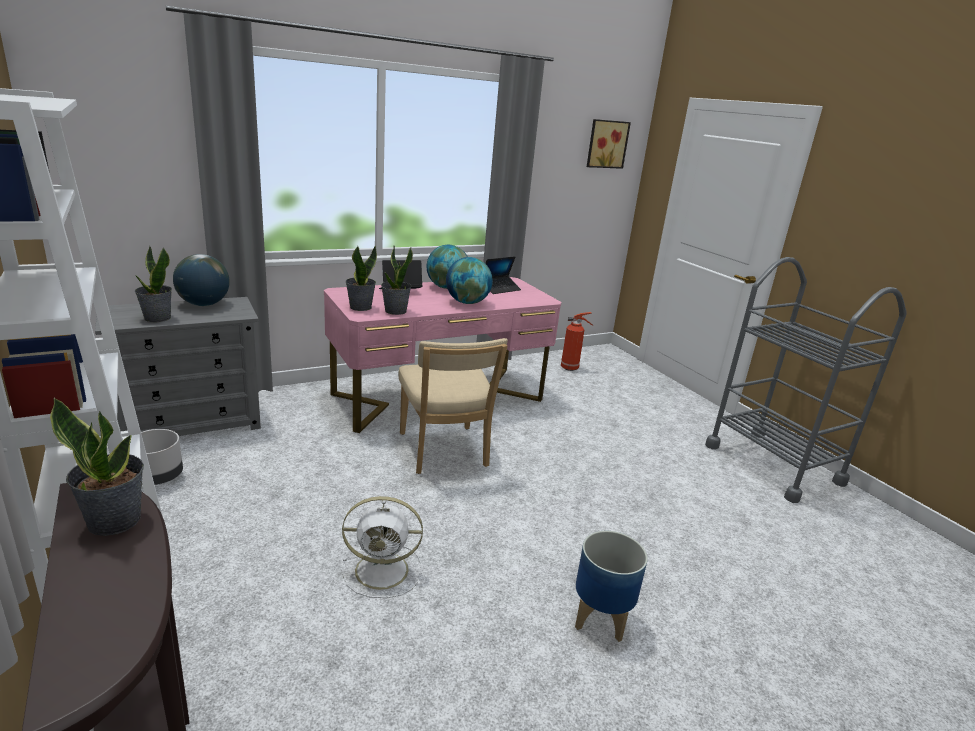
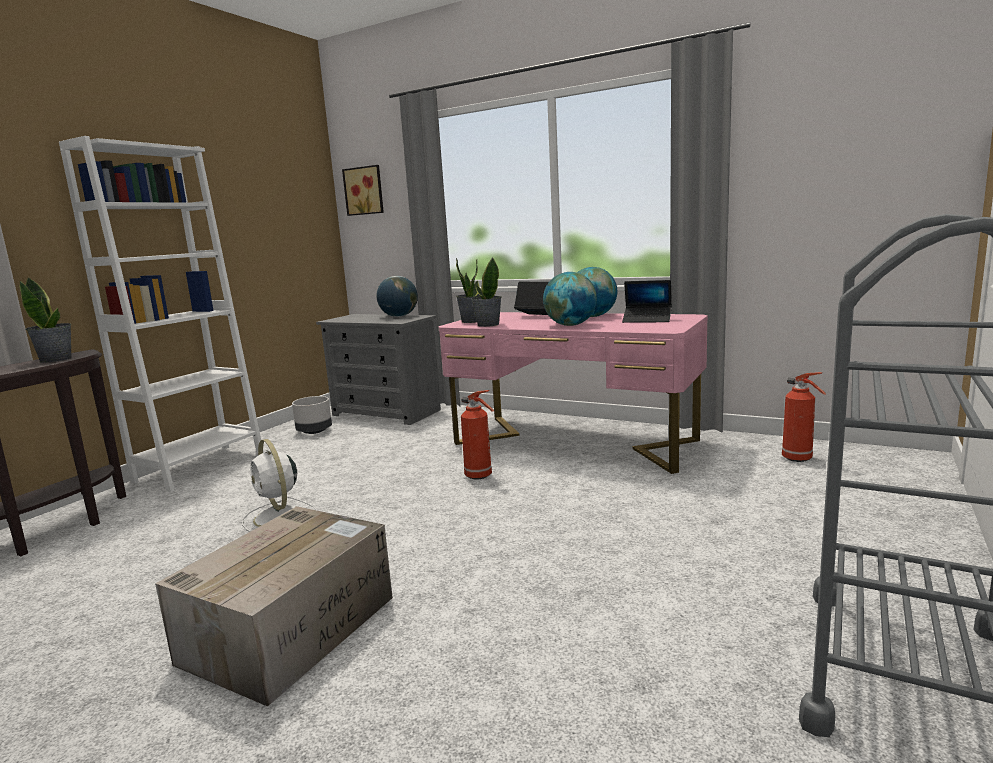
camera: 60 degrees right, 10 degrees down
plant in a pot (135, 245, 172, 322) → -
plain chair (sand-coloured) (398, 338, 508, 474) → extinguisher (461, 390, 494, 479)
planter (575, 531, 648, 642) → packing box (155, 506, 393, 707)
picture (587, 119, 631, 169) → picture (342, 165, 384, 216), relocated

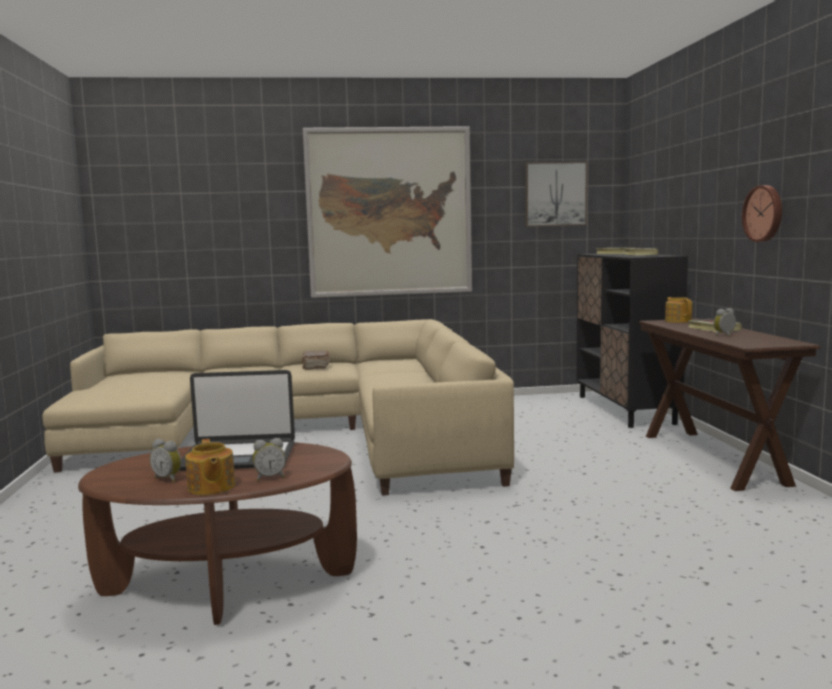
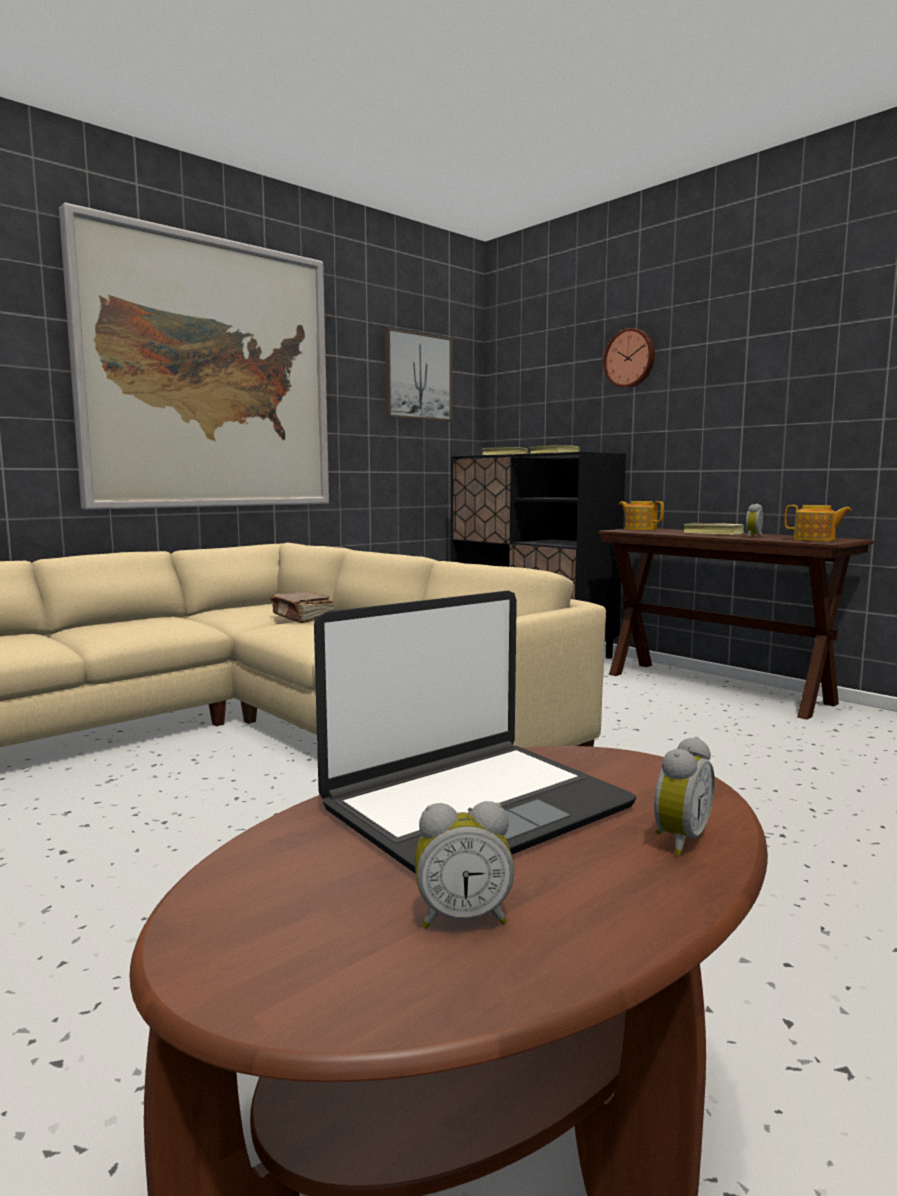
camera: 35 degrees left, 0 degrees up
tea pot (185, 439, 235, 495) → tea pot (785, 505, 852, 541), relocated
volume (brown-coloured) (302, 351, 329, 370) → volume (brown-coloured) (270, 592, 334, 623), relocated
hanging clock (742, 185, 782, 242) → hanging clock (603, 328, 655, 388), relocated

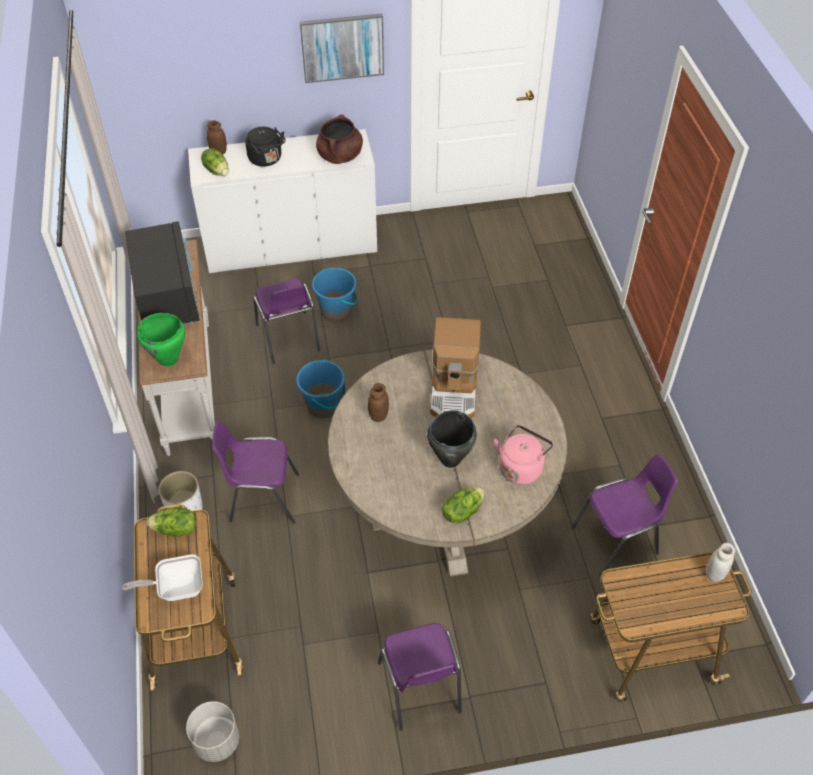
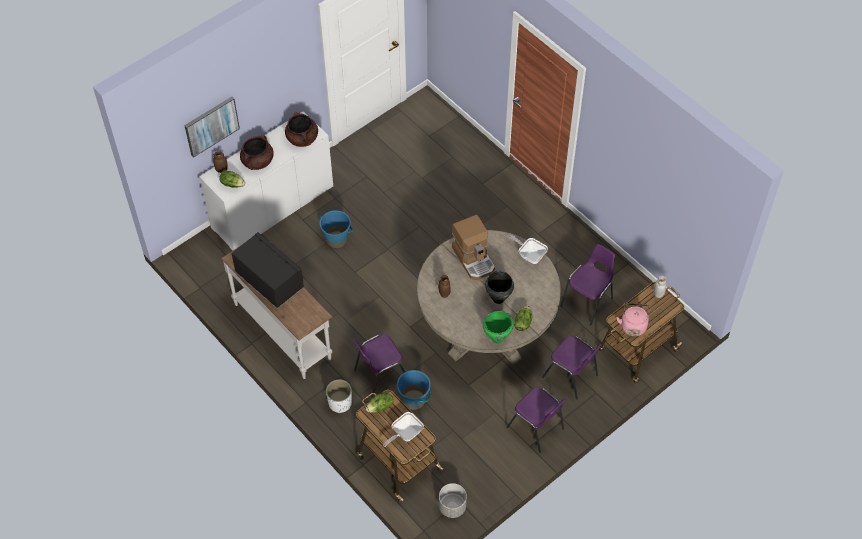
camera: 30 degrees left, 5 degrees up
stockpot (green) (137, 313, 185, 366) → stockpot (green) (483, 311, 514, 343), relocated
tea kettle (black) (245, 127, 286, 167) → stockpot (brown-coloured) (240, 135, 274, 170)
plain chair (purplish) (253, 279, 320, 364) → plain chair (purplish) (542, 336, 602, 400), relocated
water bucket (blue-coloured) (296, 359, 346, 418) → water bucket (blue-coloured) (397, 370, 431, 410), relocated
picture (300, 13, 384, 83) → picture (184, 97, 240, 158), relocated
tea kettle (pinkish) (494, 425, 553, 485) → tea kettle (pinkish) (616, 303, 649, 336), relocated
- → skillet (508, 235, 548, 264)

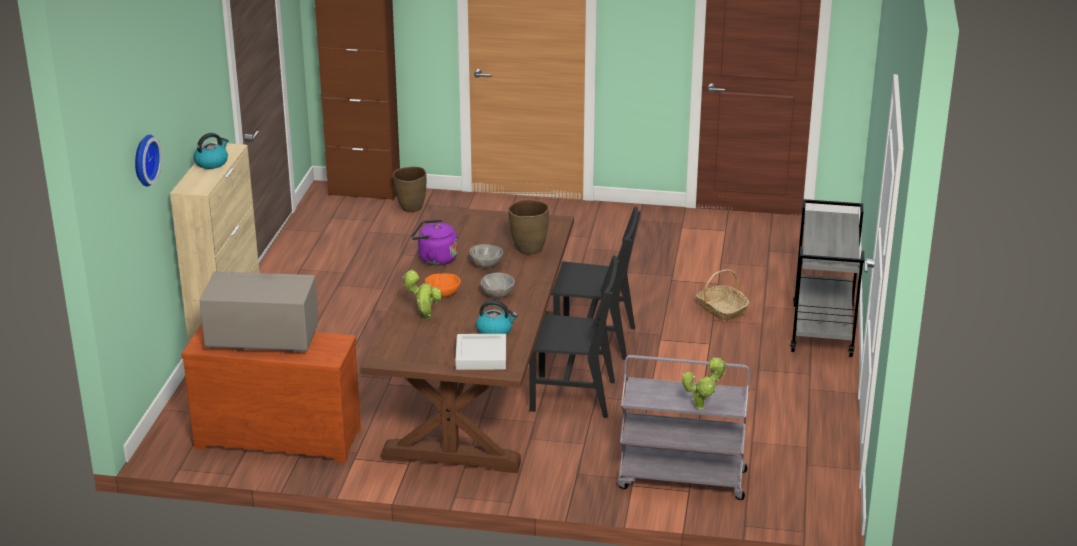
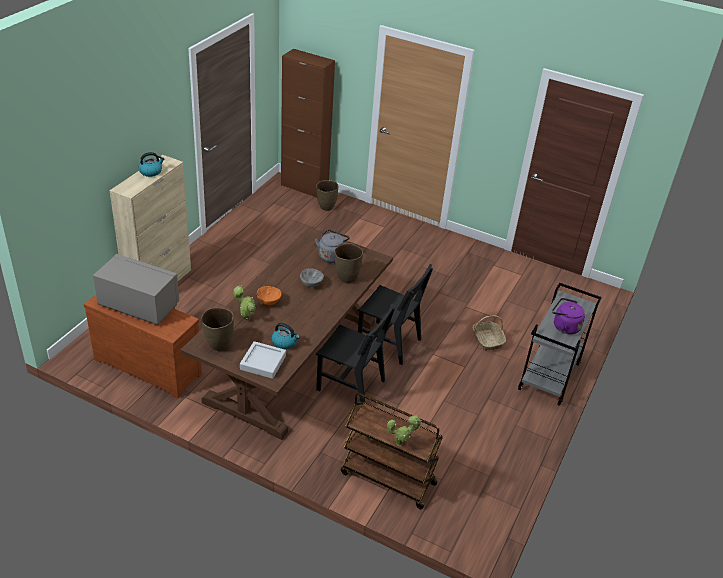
camera: 15 degrees right, 10 degrees up
hanging clock (135, 135, 162, 187) → -
tea kettle (purplish) (411, 219, 458, 265) → tea kettle (purplish) (552, 298, 585, 334), relocated
deep dish (gray) (481, 273, 515, 298) → -
wheeled cart (gray) (617, 355, 750, 500) → wheeled cart (brown-coloured) (341, 393, 443, 509)
- → decorative vase (brown-coloured) (201, 308, 234, 351)
- → tea kettle (gray) (315, 230, 350, 263)

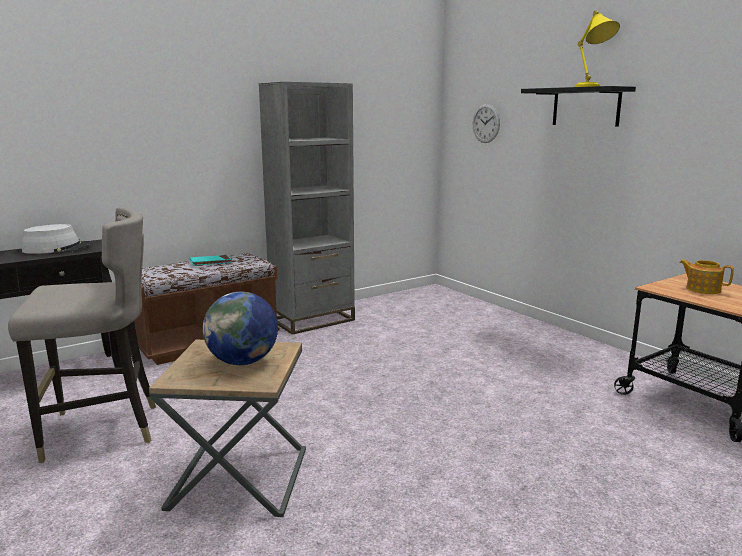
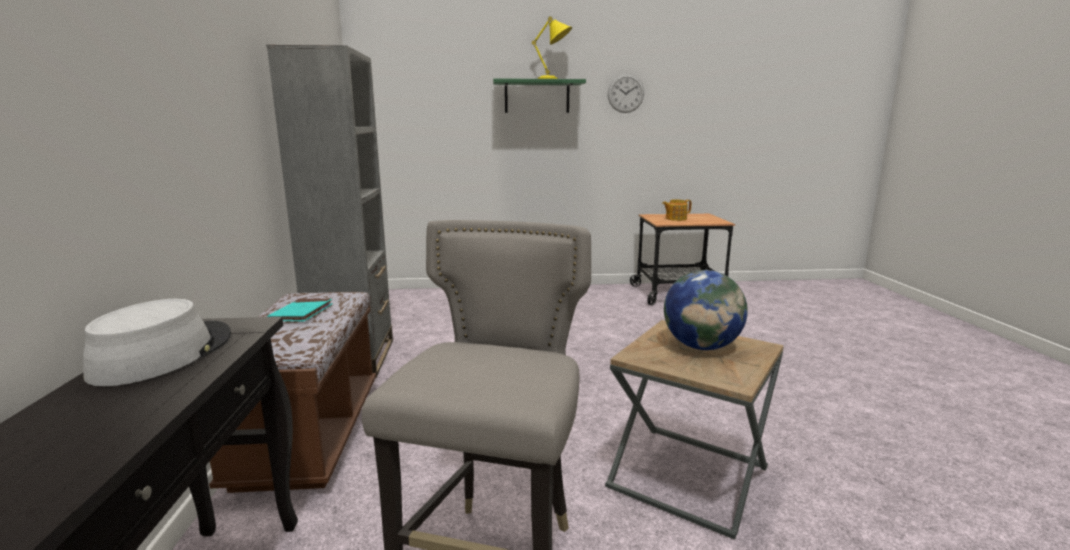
camera: 60 degrees left, 0 degrees up
hanging clock (473, 104, 500, 143) → hanging clock (608, 74, 644, 113), relocated
wall shelf (black) (521, 86, 636, 127) → wall shelf (green) (493, 78, 586, 113)

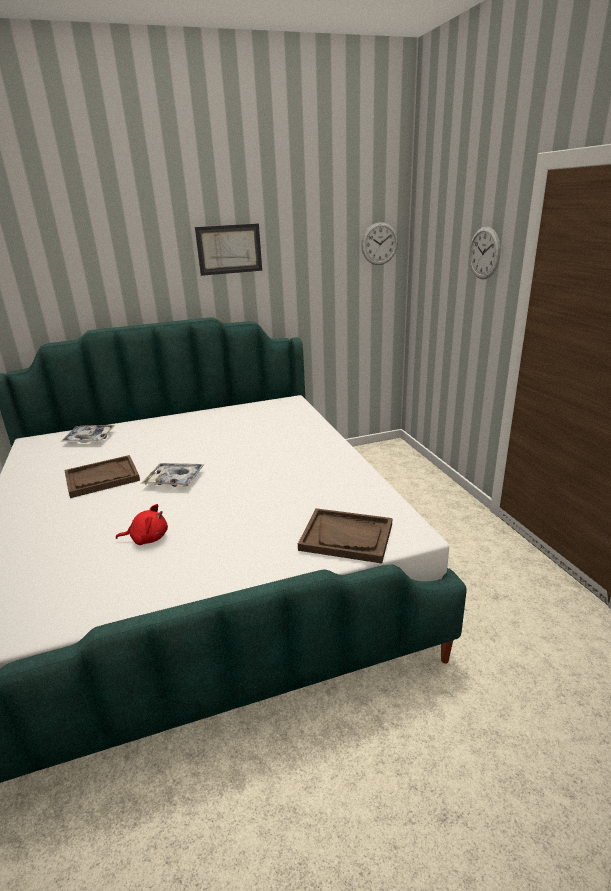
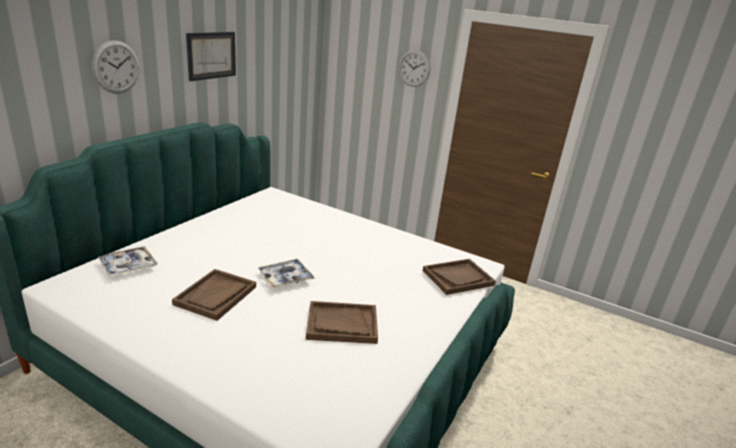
camera: 45 degrees left, 0 degrees up
cuddly toy (red) (116, 504, 168, 545) → serving tray (brown-coloured) (306, 301, 378, 344)
hanging clock (361, 222, 398, 265) → hanging clock (92, 40, 139, 93), relocated

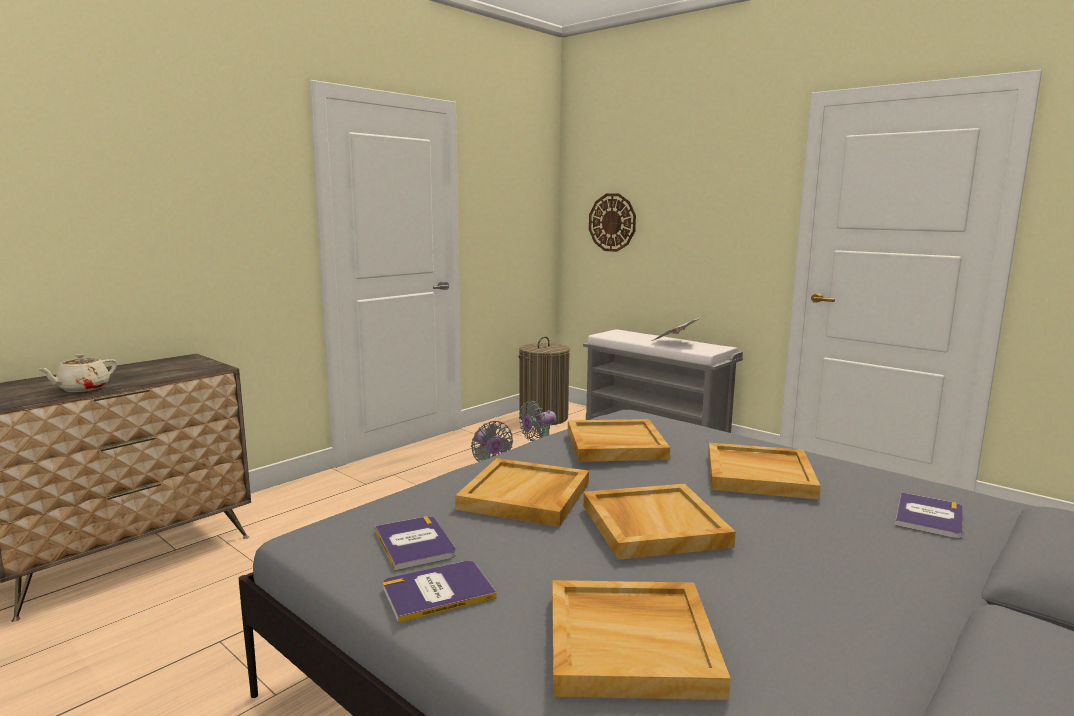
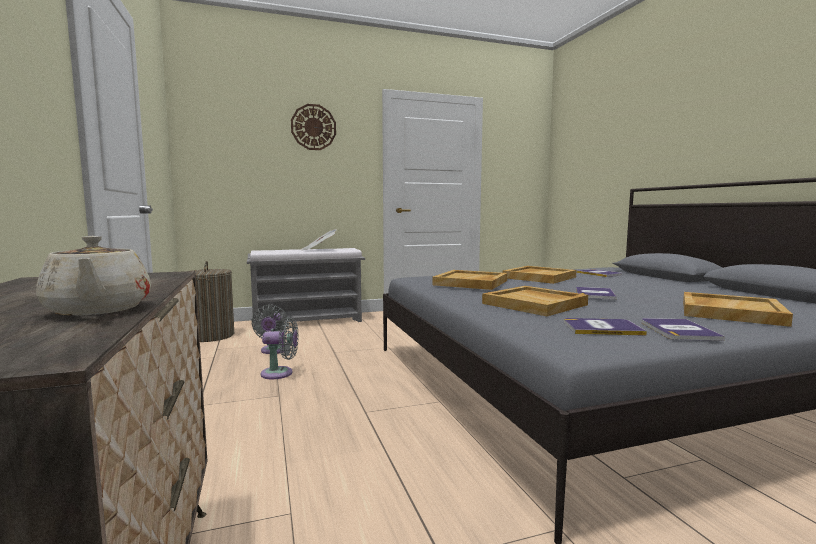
camera: 60 degrees left, 5 degrees down
serving tray (sand-coloured) (583, 484, 736, 560) → volume (576, 287, 617, 300)
hanging clock (589, 193, 636, 252) → hanging clock (291, 104, 336, 150), relocated

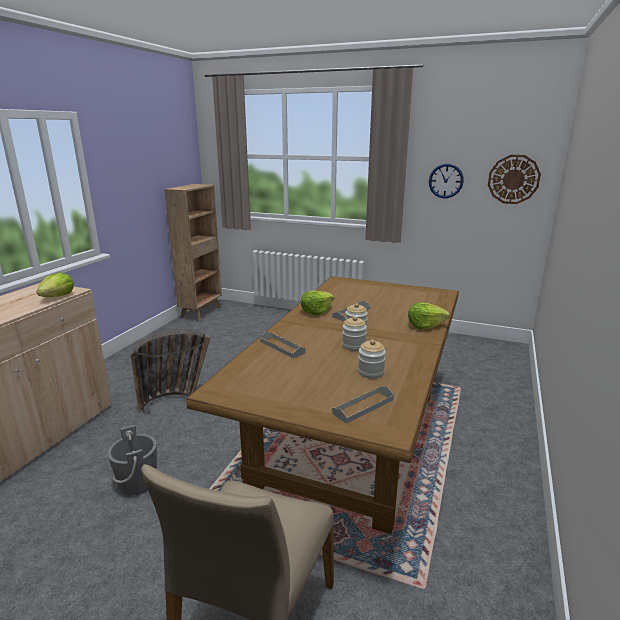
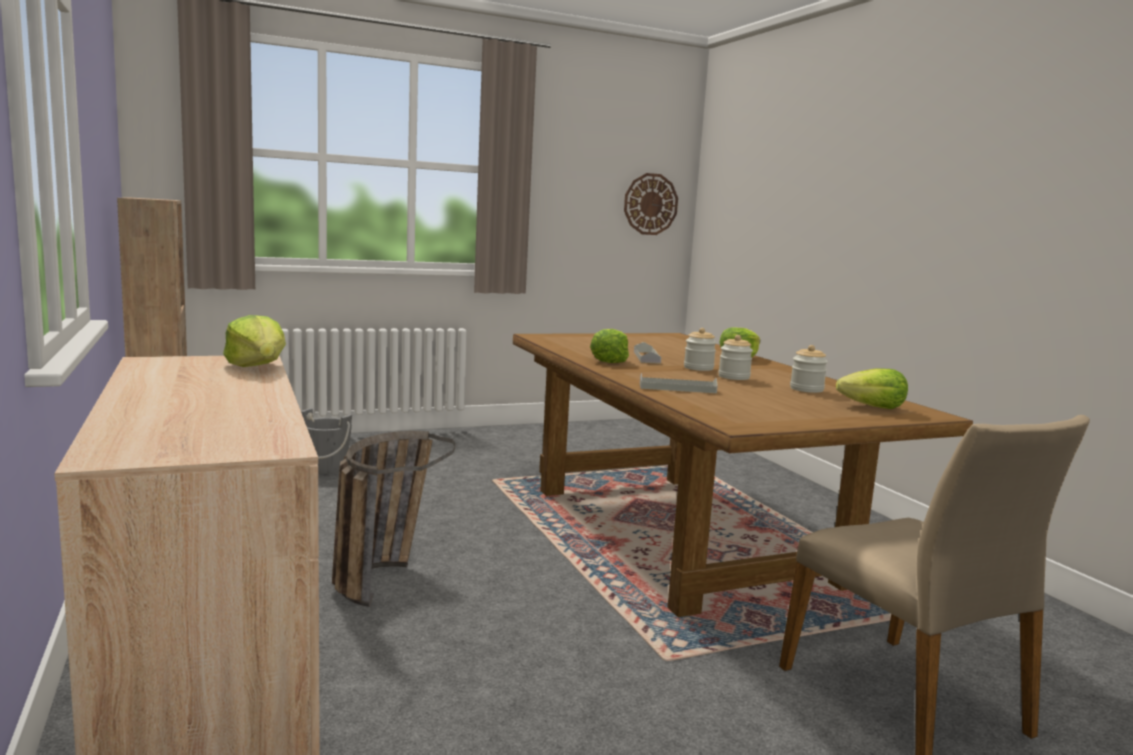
camera: 45 degrees left, 10 degrees down
water bucket (gray) (107, 425, 157, 496) → water bucket (gray) (301, 408, 352, 474), relocated
serving tray (gray) (332, 386, 394, 424) → lettuce (836, 369, 908, 409)
hanging clock (429, 164, 464, 198) → -

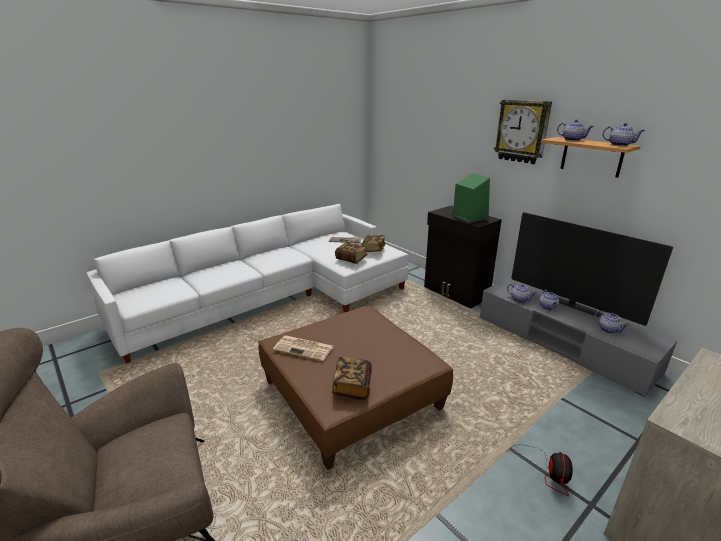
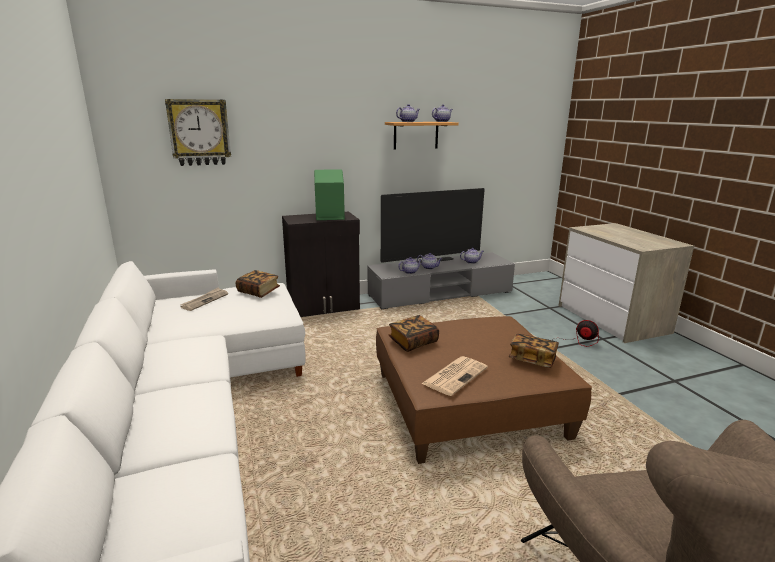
camera: 70 degrees left, 5 degrees down
volume (335, 242, 368, 264) → volume (389, 315, 439, 352), relocated
hanging clock (494, 99, 552, 164) → hanging clock (165, 99, 231, 166), relocated

